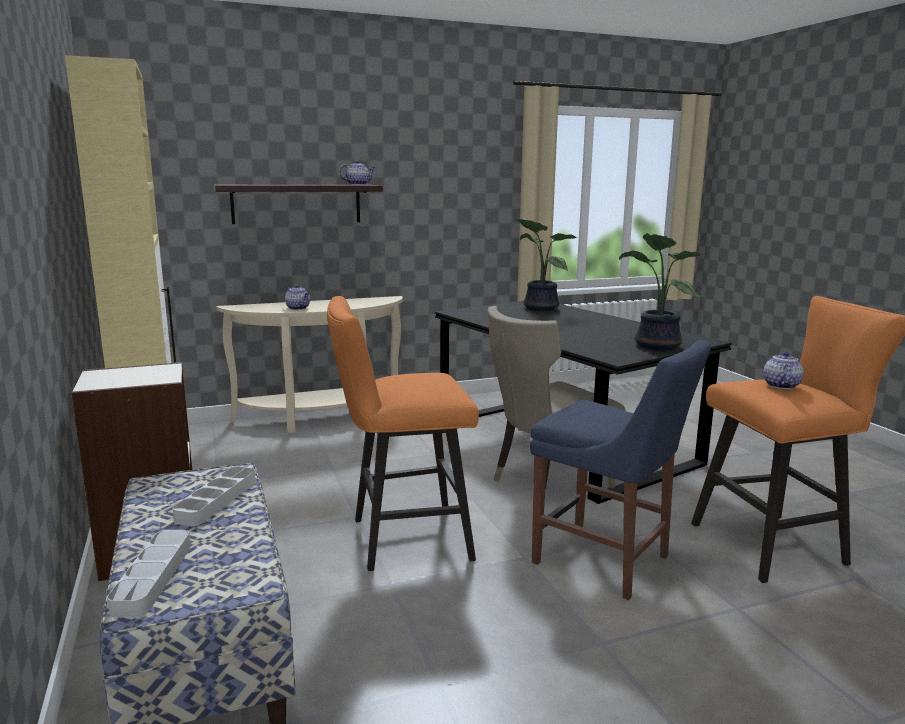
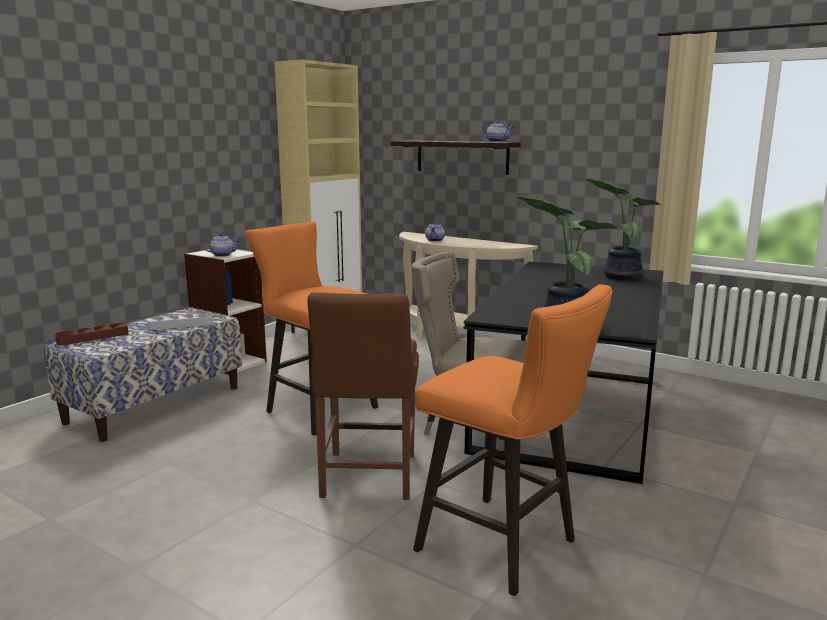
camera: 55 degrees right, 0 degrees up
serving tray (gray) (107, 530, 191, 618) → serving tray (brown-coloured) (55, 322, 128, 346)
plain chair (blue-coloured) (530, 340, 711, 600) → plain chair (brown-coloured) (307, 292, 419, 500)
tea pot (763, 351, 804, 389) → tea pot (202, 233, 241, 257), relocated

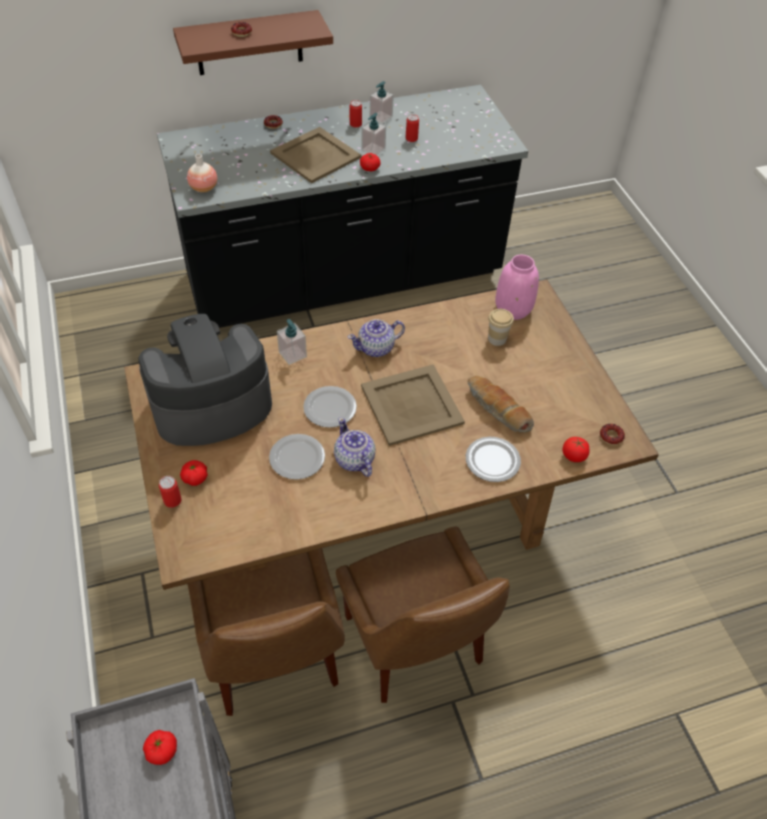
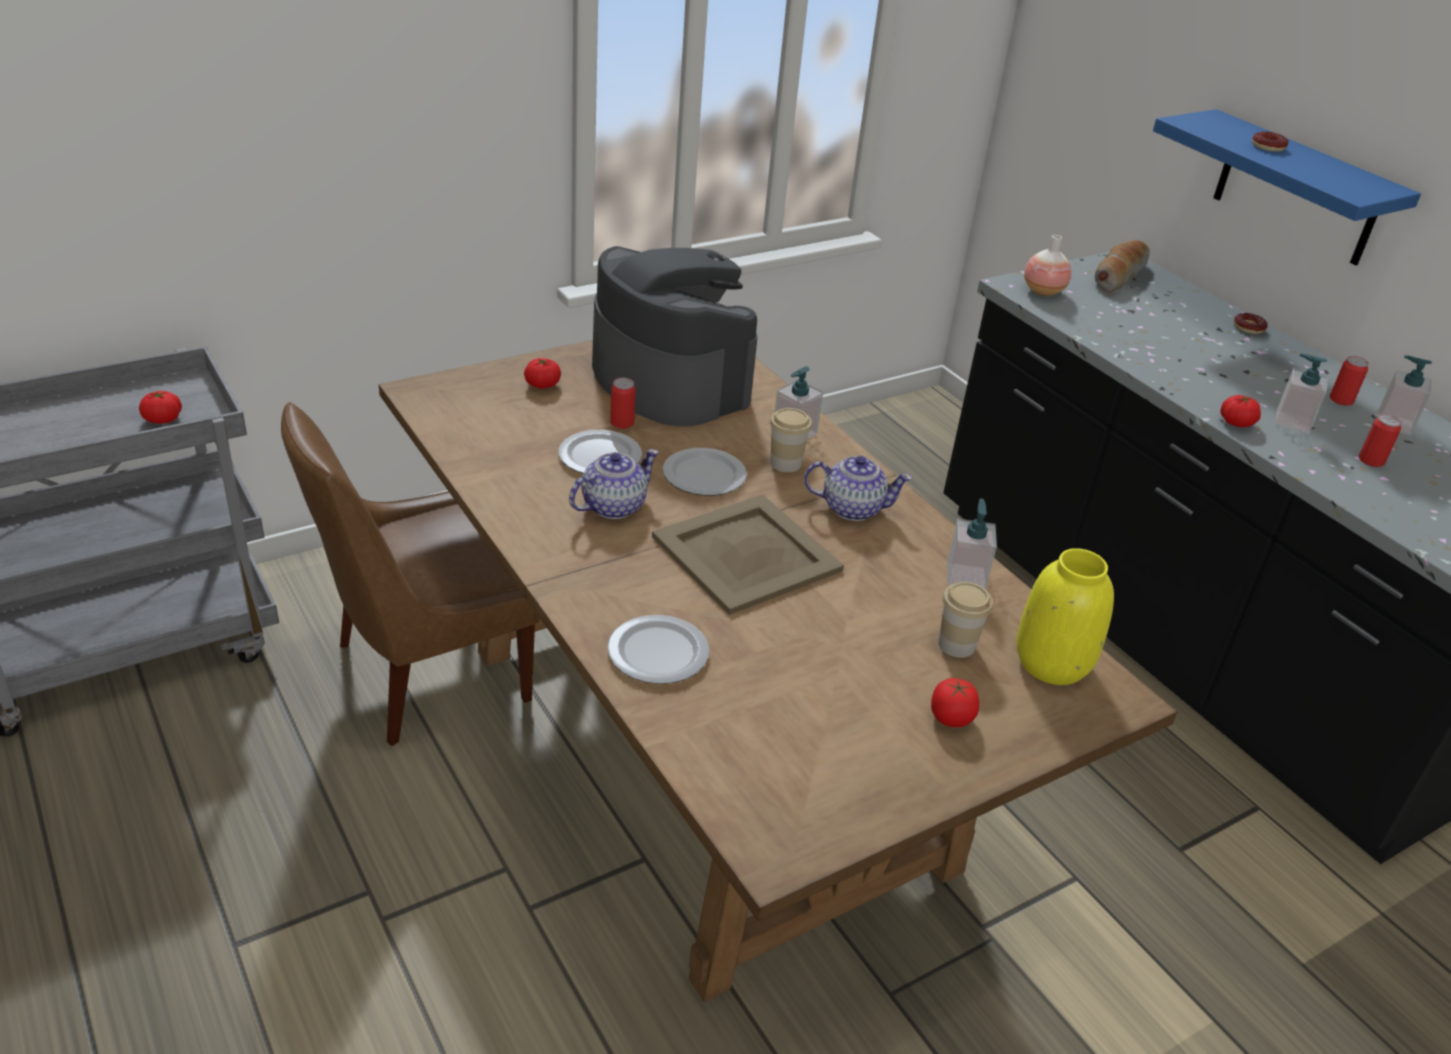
camera: 75 degrees right, 15 degrees down
metal can (159, 476, 182, 508) → metal can (610, 378, 636, 429), relocated
wall shelf (brown-coloured) (173, 10, 333, 75) → wall shelf (blue-coloured) (1153, 109, 1421, 265)
serving tray (sand-coloured) (270, 127, 361, 183) → -
plain chair (brown-coloured) (336, 527, 510, 703) → -
tea pot (347, 319, 405, 357) → tea pot (804, 456, 913, 521), 135 degrees clockwise
bakery bread (468, 376, 534, 432) → bakery bread (1095, 240, 1150, 293), relocated
decorative vase (pinkish) (495, 255, 539, 320) → decorative vase (yellowish) (1016, 548, 1114, 685)
tomato (562, 437, 589, 462) → tomato (931, 678, 979, 727), relocated
donut (600, 424, 625, 445) → -
- → drinking cup (770, 408, 812, 472)
- → soap dispenser (947, 498, 997, 590)

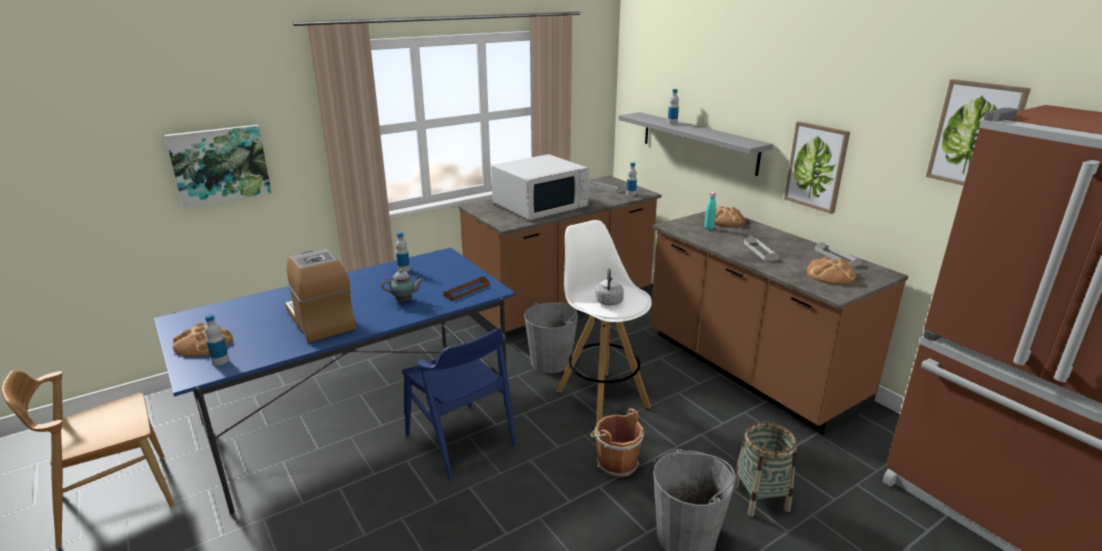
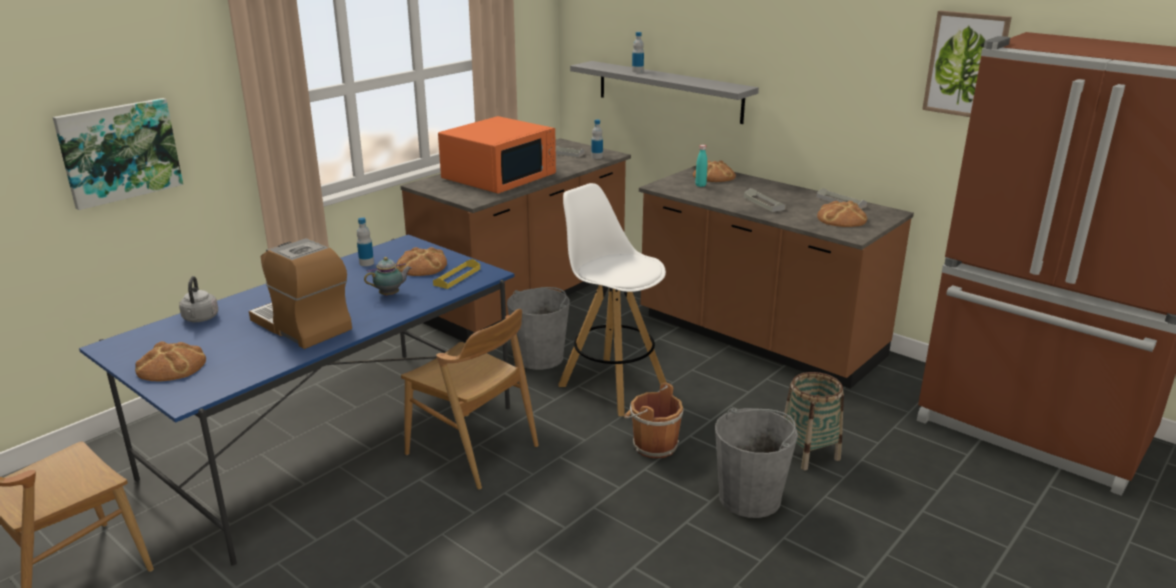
camera: 15 degrees left, 0 degrees up
bottle (205, 314, 229, 365) → -
plain chair (blue-coloured) (402, 328, 516, 480) → plain chair (brown-coloured) (401, 309, 539, 490)
serving tray (brown-coloured) (443, 276, 490, 301) → serving tray (yellowish) (433, 259, 480, 289)
microwave (white) (491, 154, 589, 220) → microwave (orangey) (438, 116, 556, 194)
tea kettle (gray) (596, 268, 624, 306) → tea kettle (gray) (179, 276, 218, 322), relocated
picture (784, 121, 850, 214) → -
- → bakery bread (396, 247, 447, 276)

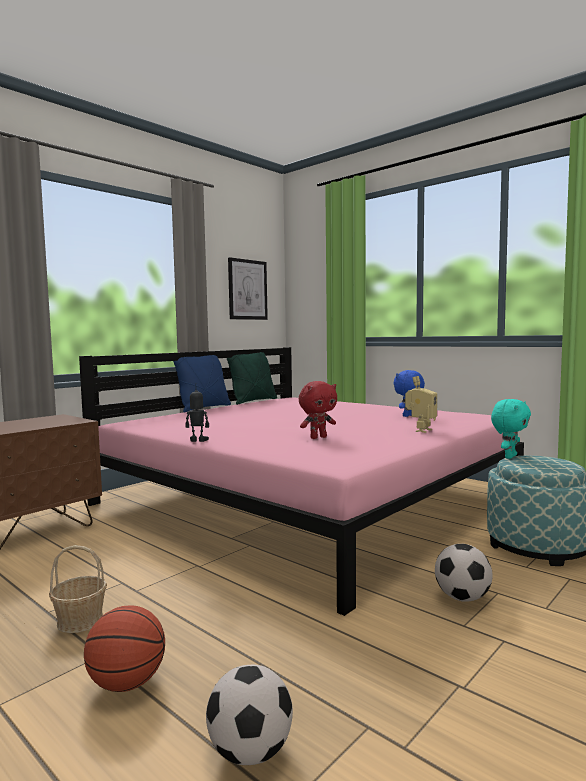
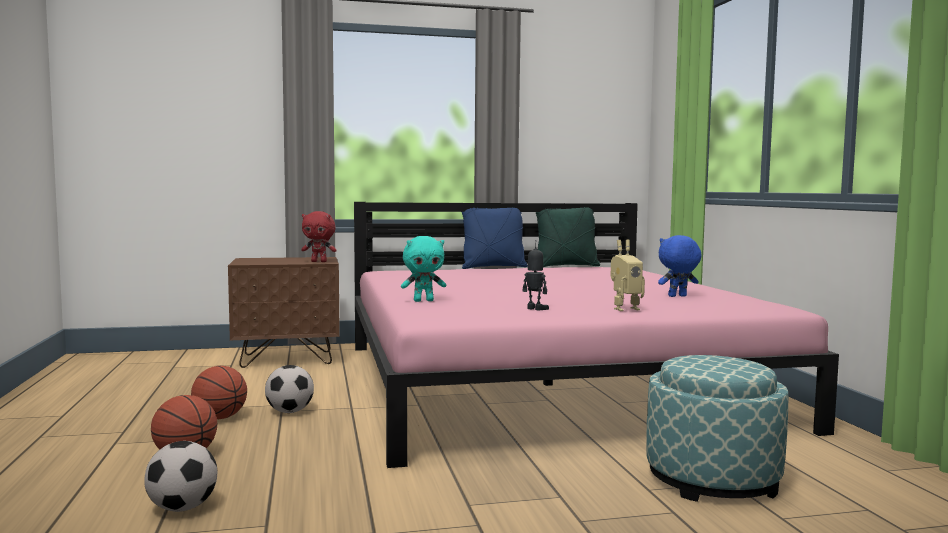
camera: 35 degrees right, 0 degrees up
basket (49, 545, 107, 633) → ball for basketball (191, 366, 247, 419)
robot figure (185, 389, 209, 442) → robot figure (523, 240, 549, 310), relocated
picture (228, 257, 268, 320) → -
cuddly toy (red) (299, 381, 337, 439) → cuddly toy (red) (301, 211, 337, 262), relocated
football ball (435, 544, 493, 602) → football ball (265, 365, 314, 413), relocated
cuddly toy (turquoise-coloured) (491, 399, 531, 459) → cuddly toy (turquoise-coloured) (401, 236, 446, 302), relocated

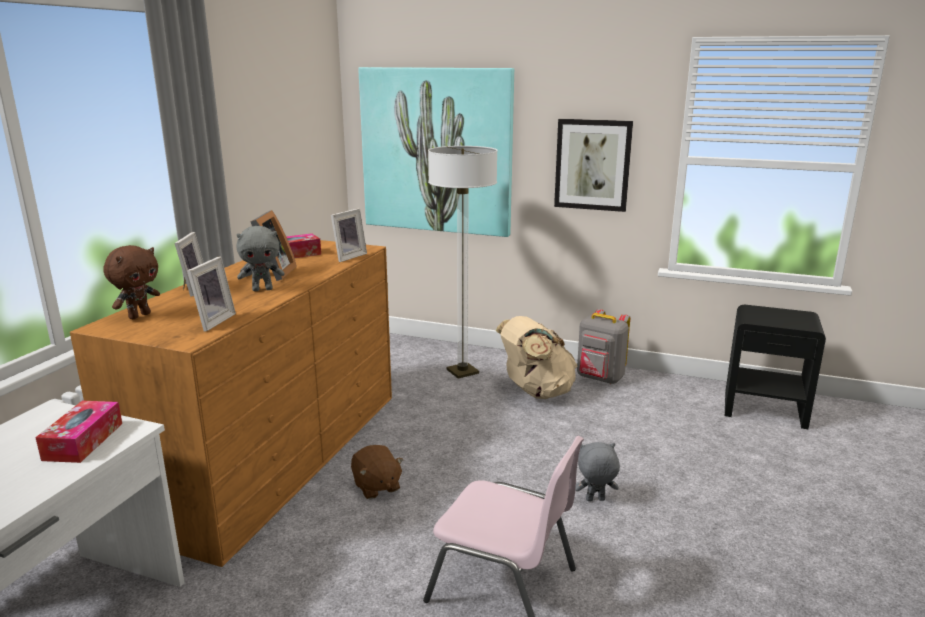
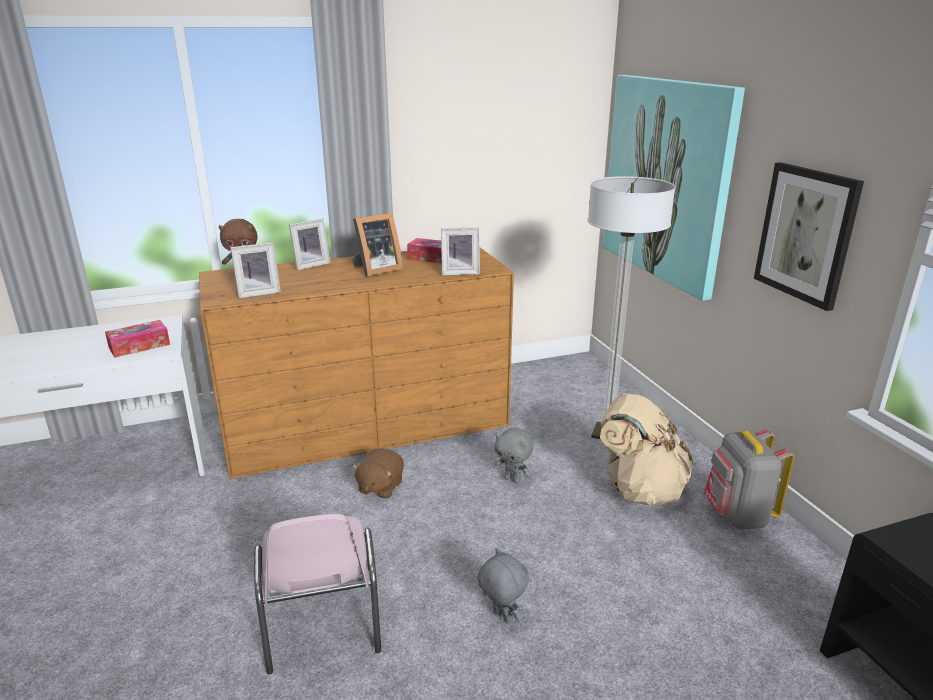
camera: 50 degrees right, 5 degrees up
cuddly toy (gray) (236, 226, 285, 291) → cuddly toy (gray) (495, 428, 533, 484), relocated

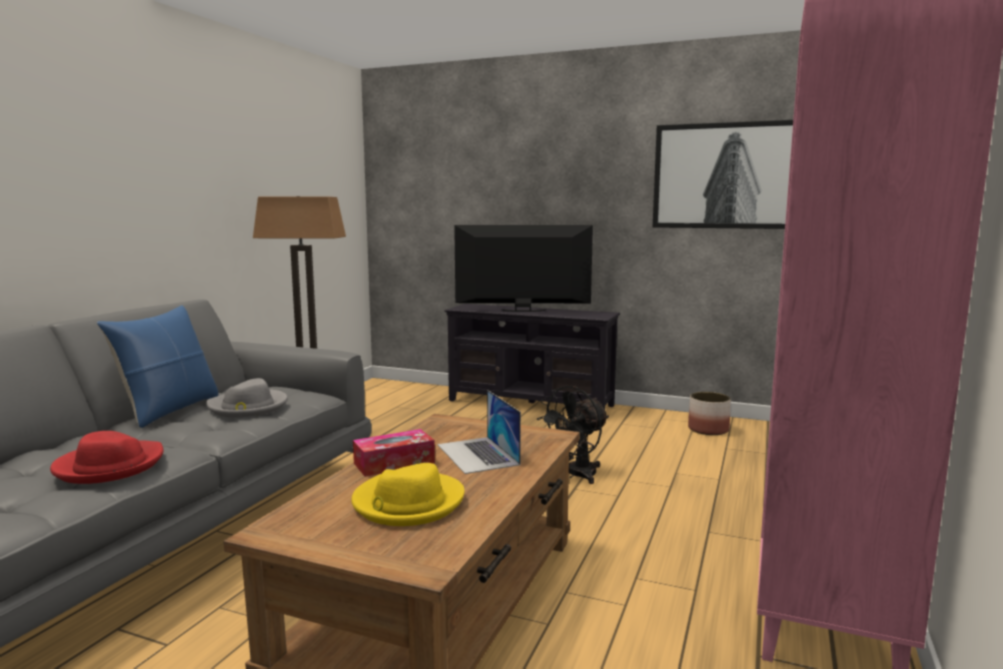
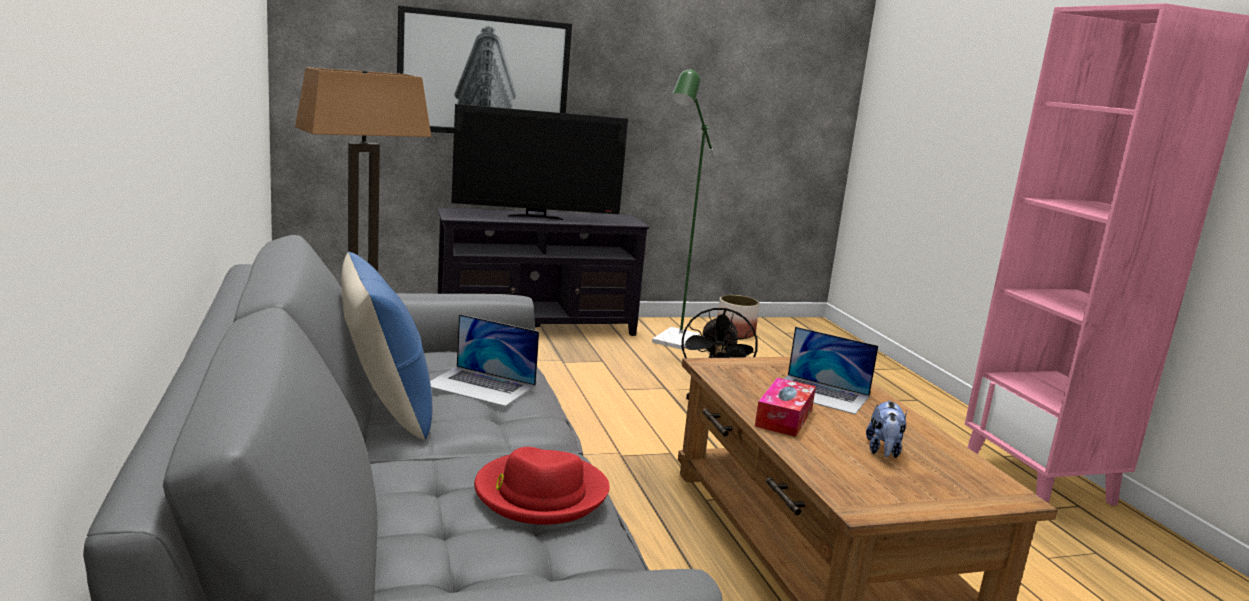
camera: 40 degrees left, 5 degrees up
clothing hat (gray) (206, 378, 288, 417) → portable computer (430, 314, 539, 407)
clothing hat (yellowish) (351, 463, 465, 526) → cuddly toy (866, 400, 907, 458)
television (454, 225, 593, 312) → television (451, 104, 628, 220), 150 degrees counterclockwise
picture (653, 120, 793, 229) → picture (397, 5, 572, 133), relocated
- → standard lamp (green) (652, 68, 715, 350)

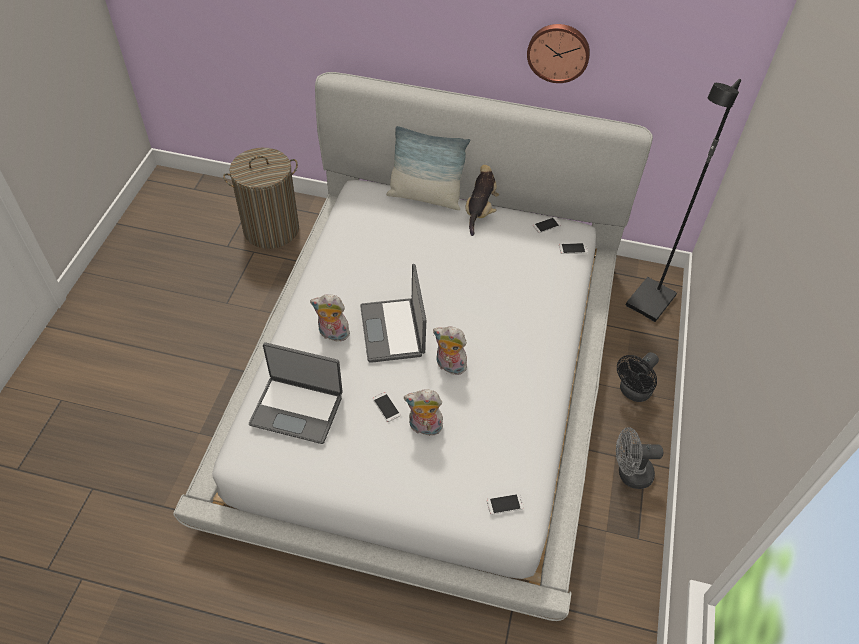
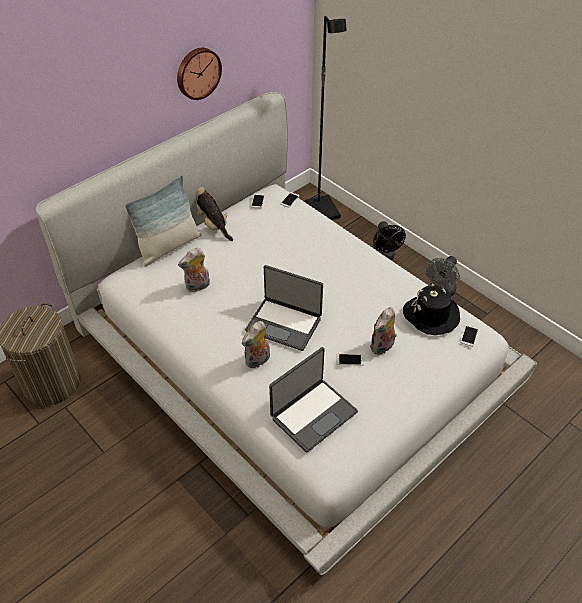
camera: 55 degrees left, 5 degrees down
cuddly toy (433, 326, 467, 375) → cuddly toy (178, 247, 210, 292), relocated
- → clothing hat (black) (403, 283, 460, 335)

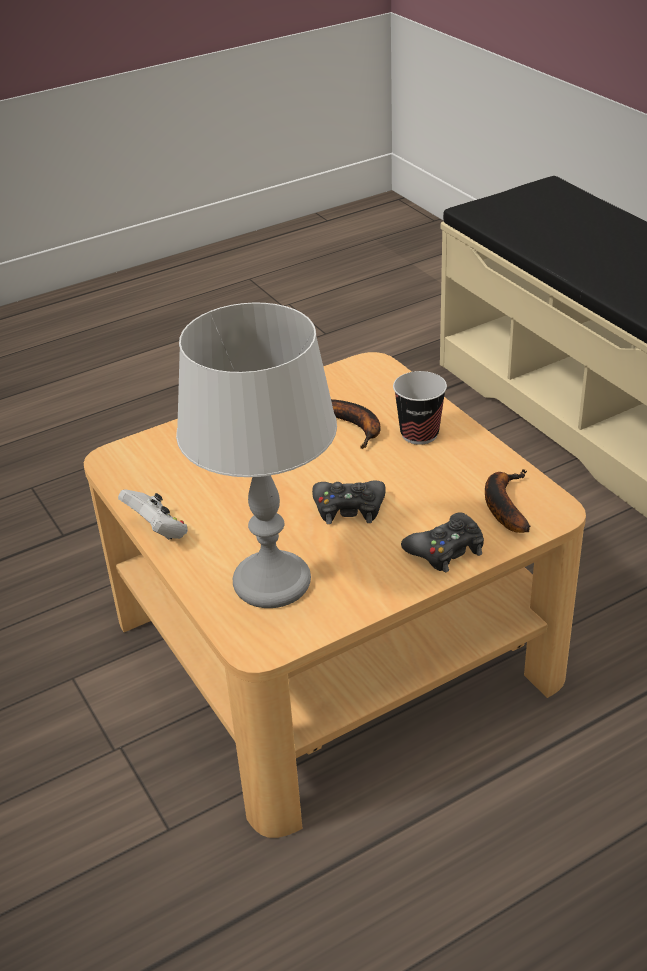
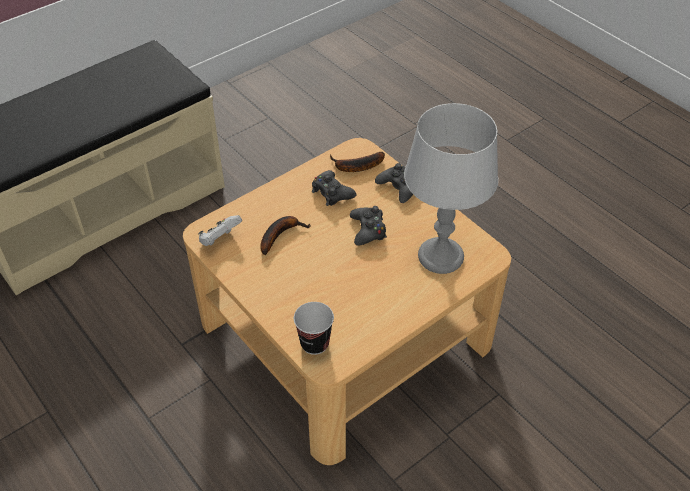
camera: 100 degrees left, 10 degrees up
joypad (white) (118, 489, 188, 540) → joypad (white) (198, 215, 242, 246), relocated
drinking cup (393, 371, 447, 445) → drinking cup (294, 302, 334, 355), relocated
- → joypad (black) (312, 170, 356, 206)

